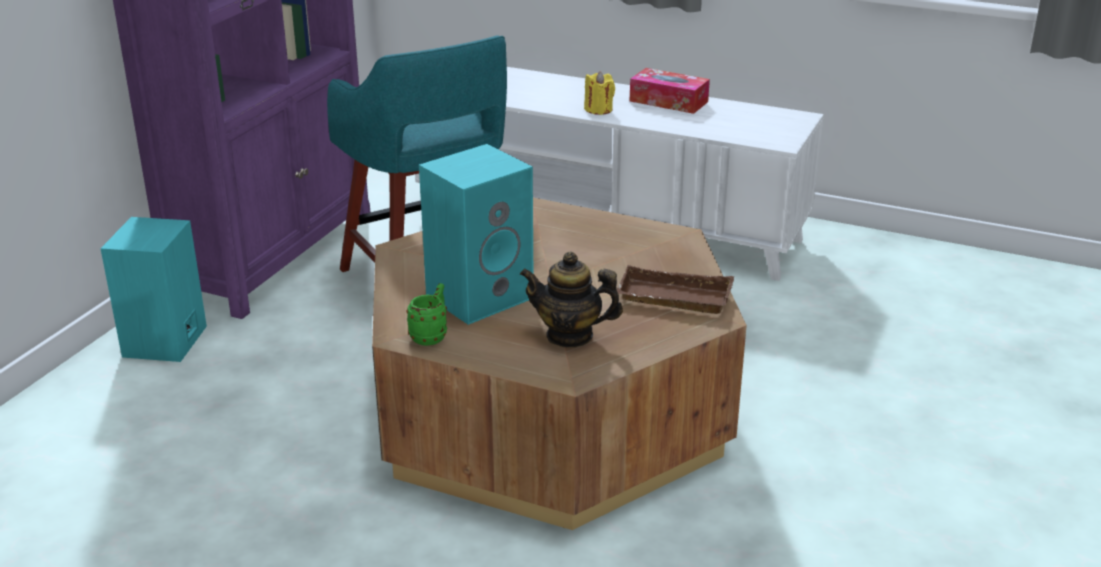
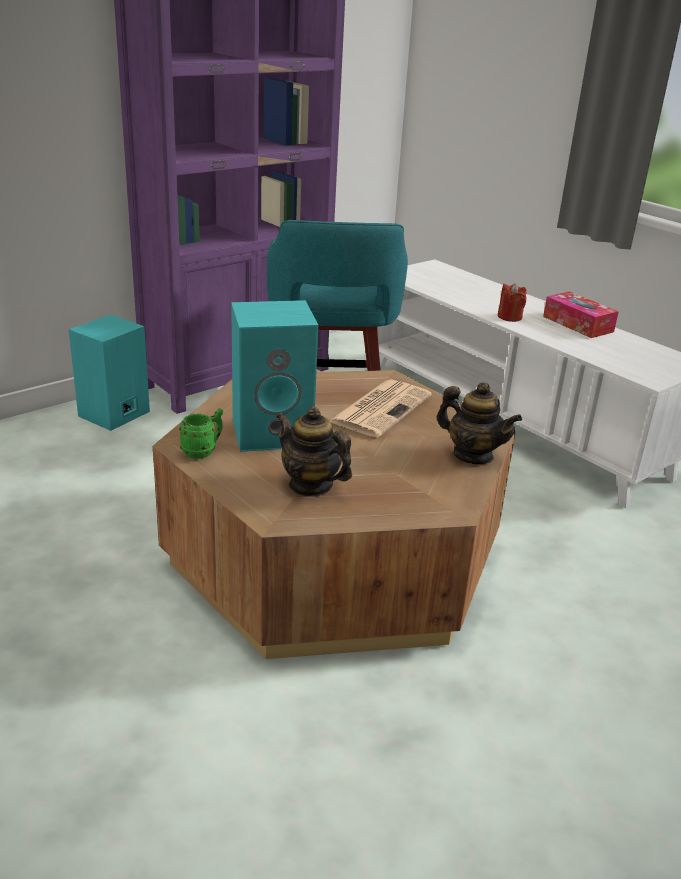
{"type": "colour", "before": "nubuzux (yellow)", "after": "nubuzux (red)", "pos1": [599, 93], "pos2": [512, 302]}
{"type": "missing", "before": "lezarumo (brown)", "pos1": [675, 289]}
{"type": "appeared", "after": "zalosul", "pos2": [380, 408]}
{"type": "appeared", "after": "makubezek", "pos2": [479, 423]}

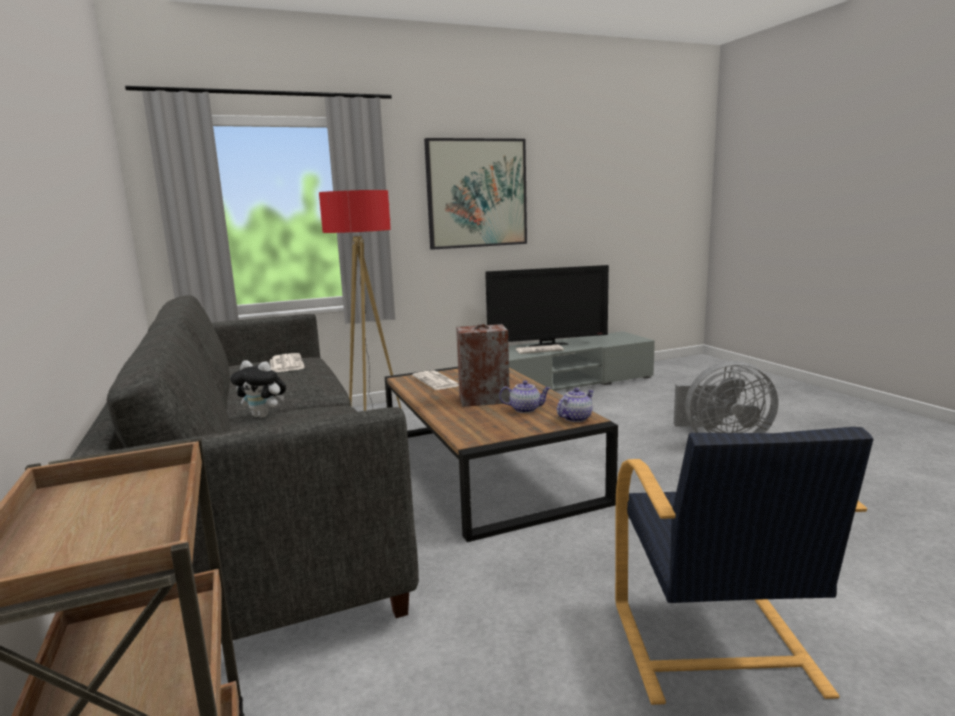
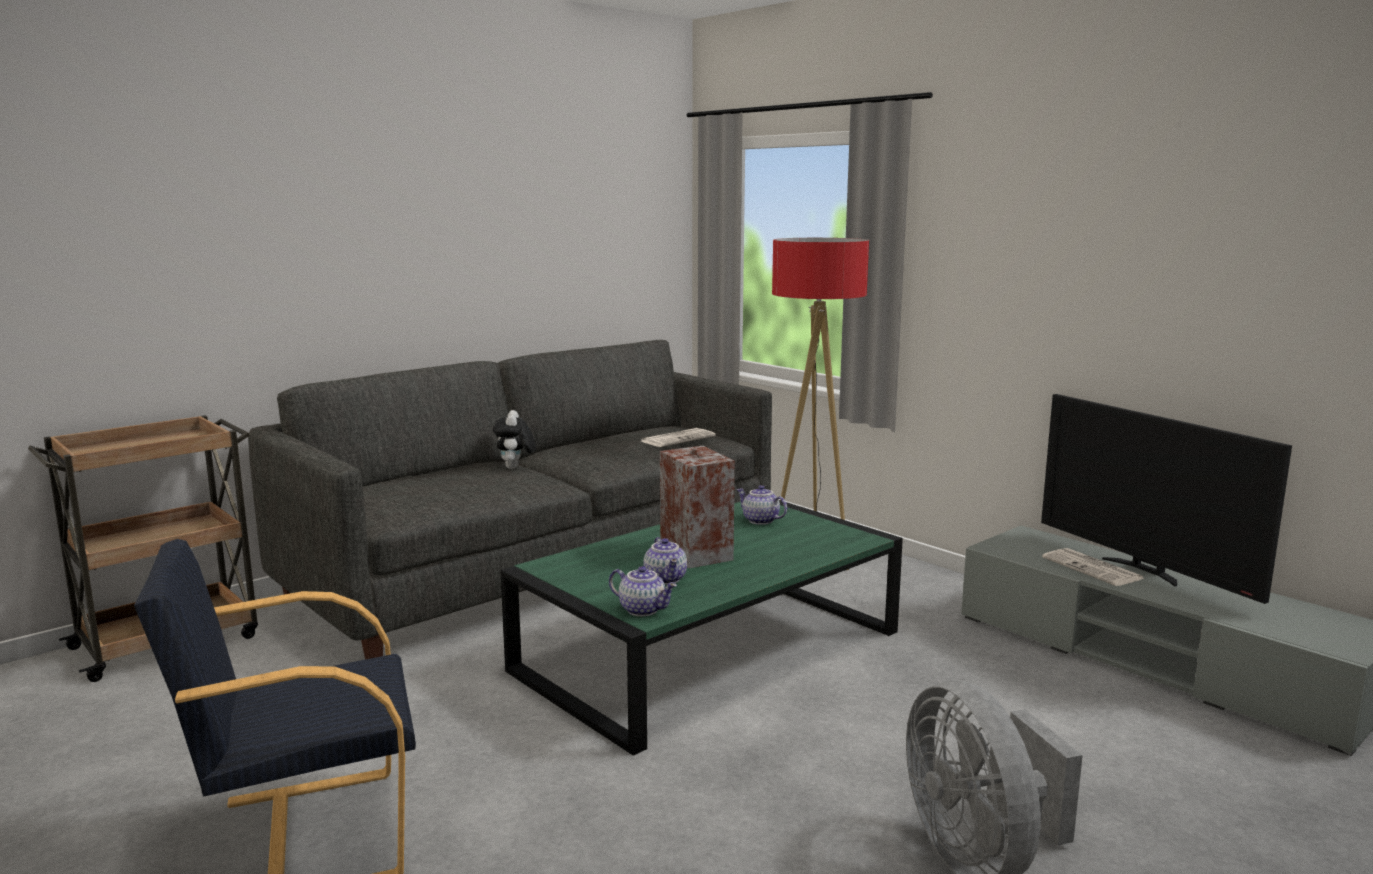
{"type": "missing", "before": "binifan", "pos1": [475, 194]}
{"type": "colour", "before": "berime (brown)", "after": "berime (green)", "pos1": [501, 454], "pos2": [701, 628]}
{"type": "exchanged", "before": "zalosul", "after": "makubezek", "pos1": [435, 380], "pos2": [761, 505]}

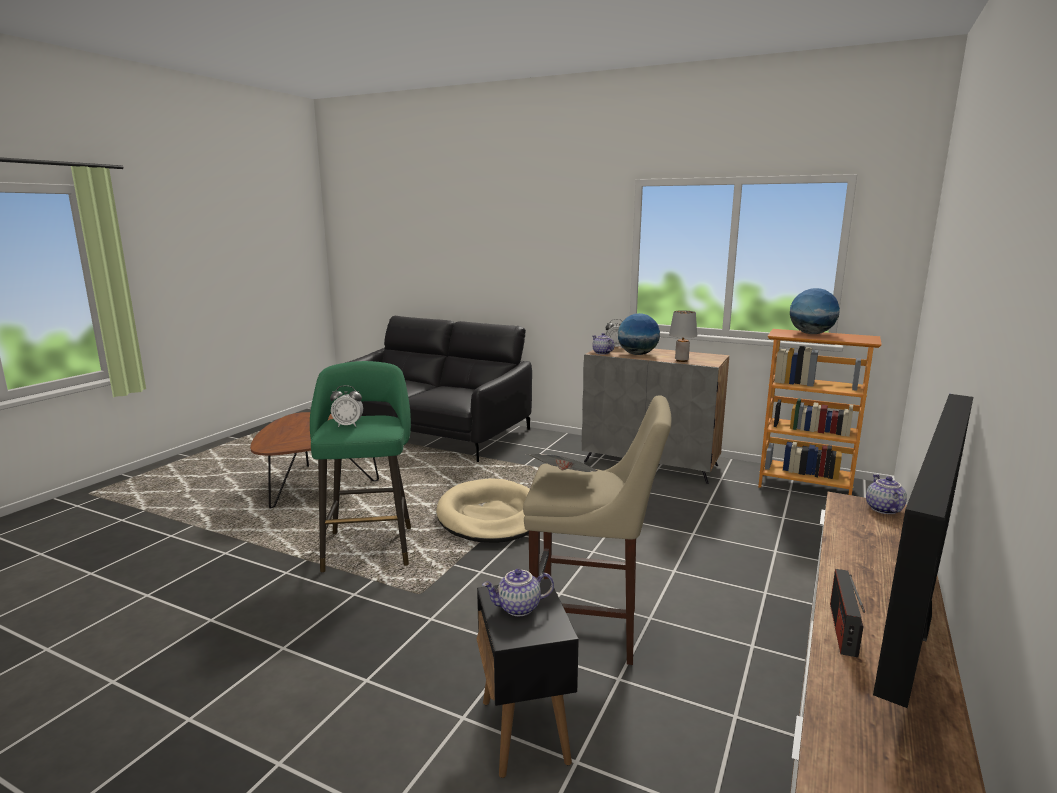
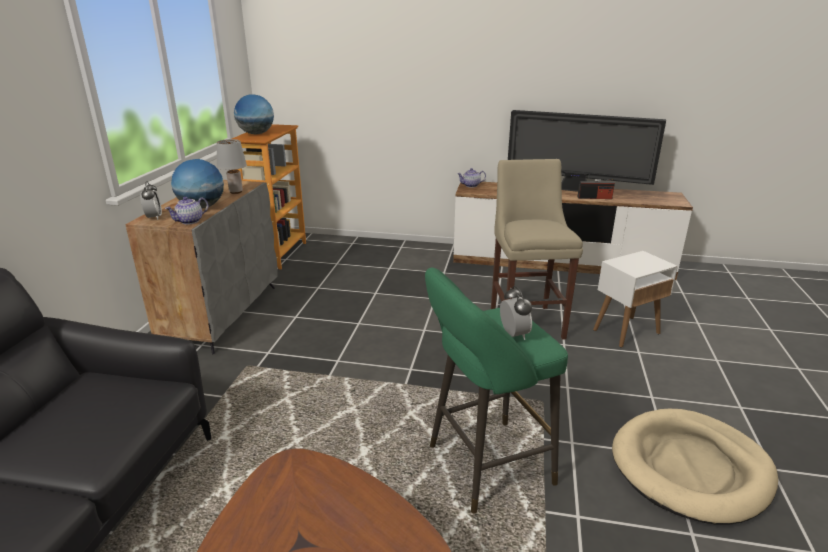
{"type": "missing", "before": "zalosul", "pos1": [561, 463]}
{"type": "relocated", "before": "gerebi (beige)", "pos1": [483, 510], "pos2": [695, 467]}
{"type": "missing", "before": "makubezek", "pos1": [518, 592]}
{"type": "colour", "before": "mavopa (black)", "after": "mavopa (white)", "pos1": [528, 678], "pos2": [635, 299]}

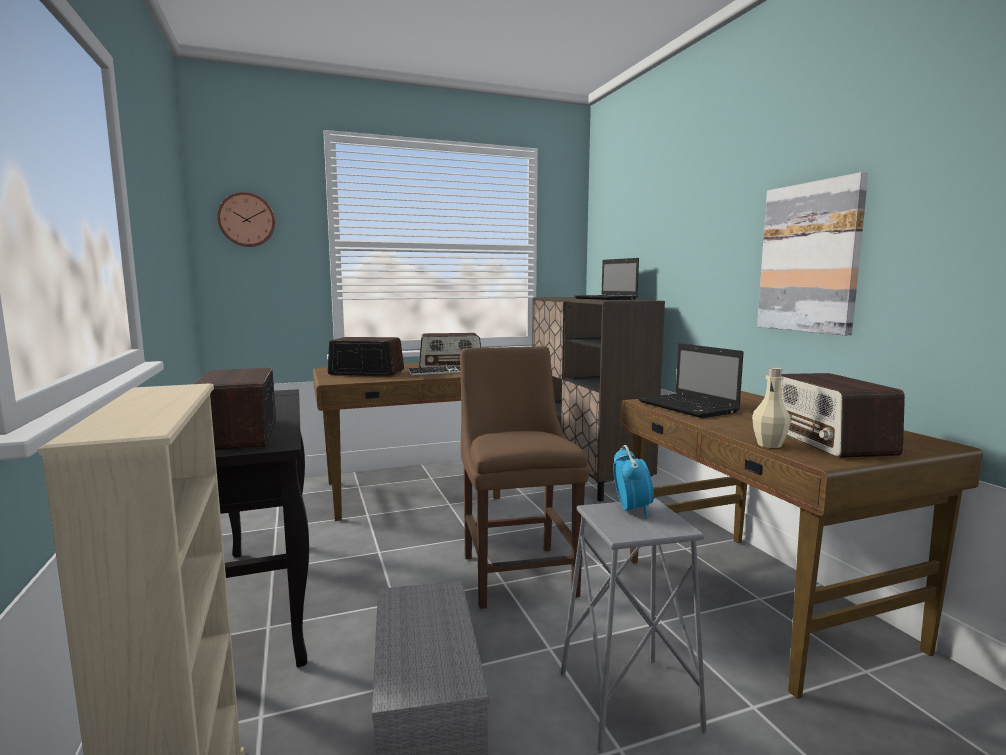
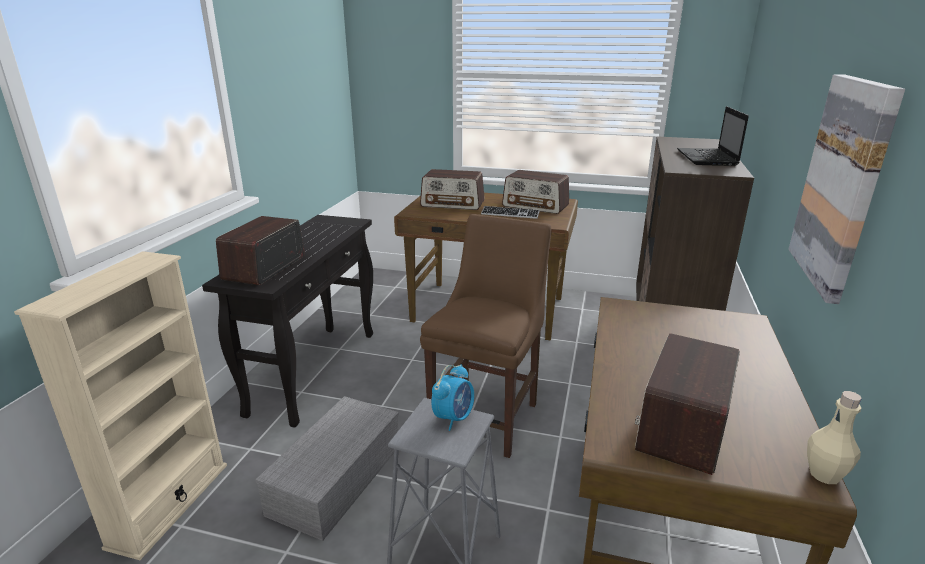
{"type": "missing", "before": "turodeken", "pos1": [246, 219]}
{"type": "spun", "before": "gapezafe", "pos1": [366, 356], "pos2": [452, 189], "turn": 150}
{"type": "missing", "before": "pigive", "pos1": [691, 380]}
{"type": "relocated", "before": "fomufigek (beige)", "pos1": [771, 407], "pos2": [834, 437]}

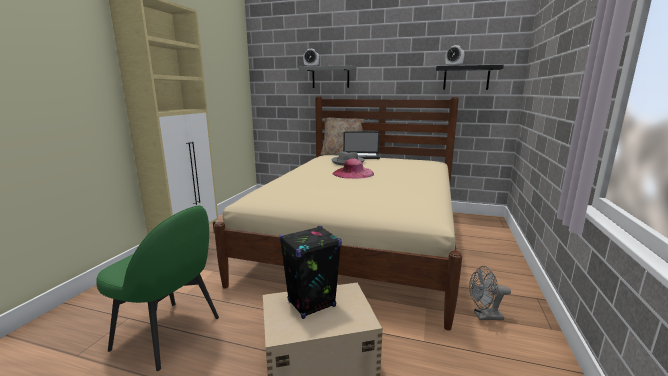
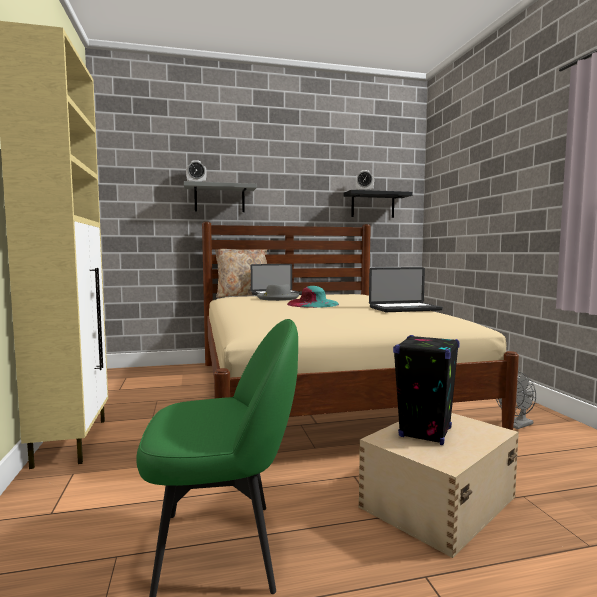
{"type": "colour", "before": "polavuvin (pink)", "after": "polavuvin (turquoise)", "pos1": [353, 168], "pos2": [313, 297]}
{"type": "appeared", "after": "pigive", "pos2": [406, 289]}

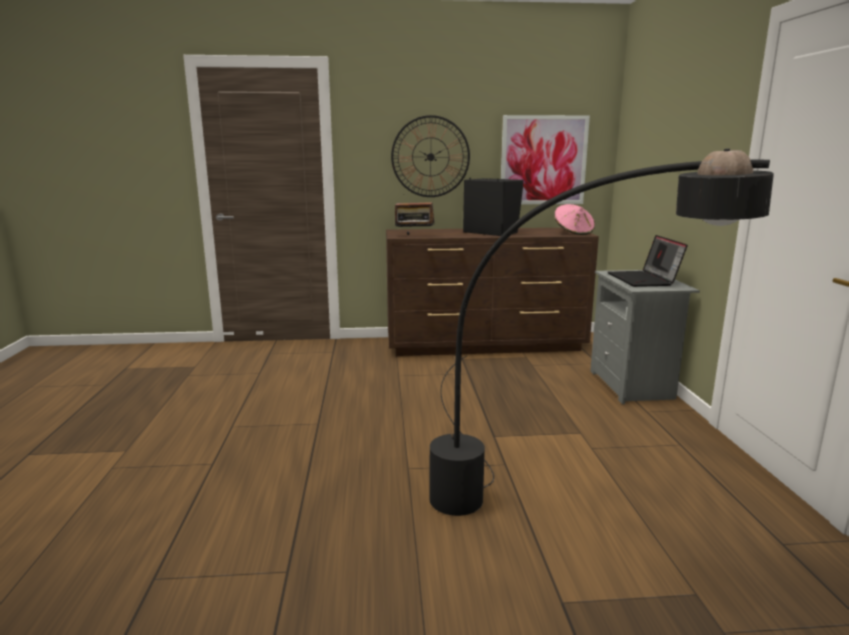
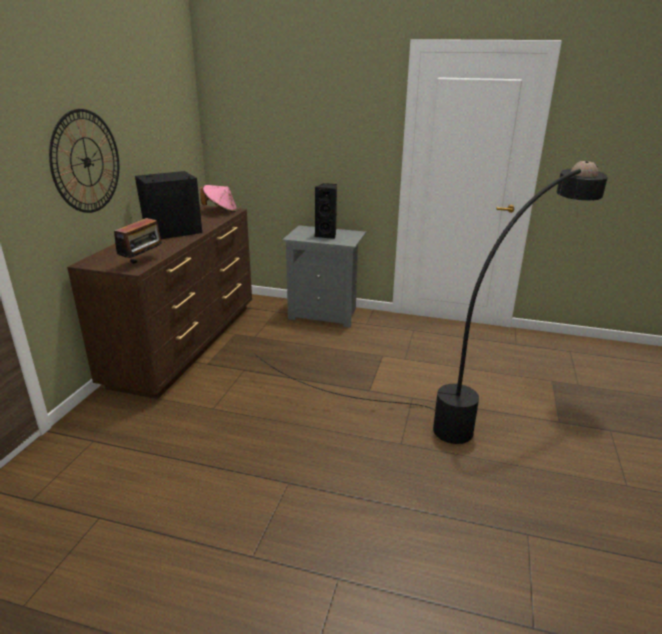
{"type": "missing", "before": "binifan", "pos1": [545, 159]}
{"type": "exchanged", "before": "pigive", "after": "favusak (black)", "pos1": [648, 261], "pos2": [326, 211]}

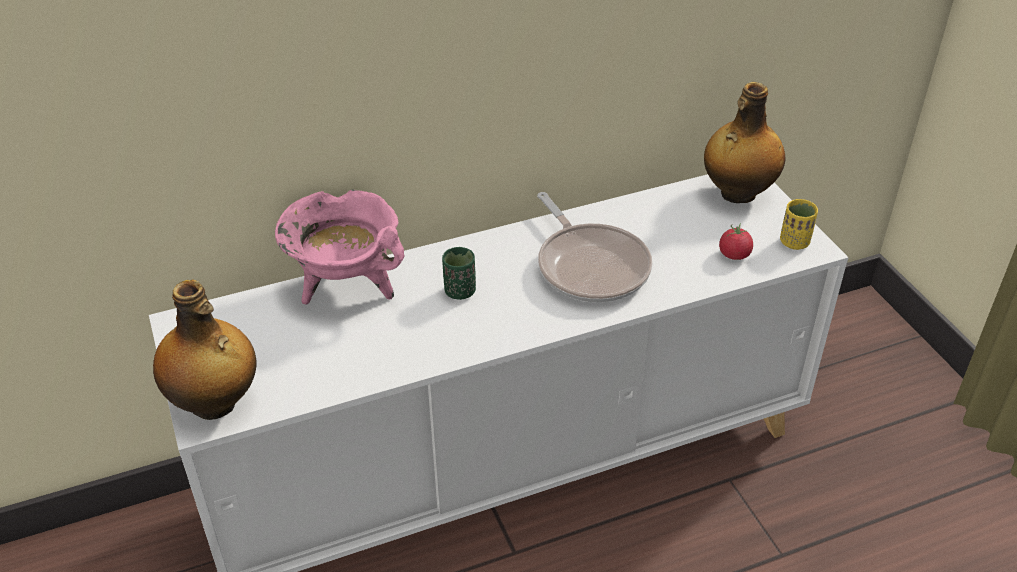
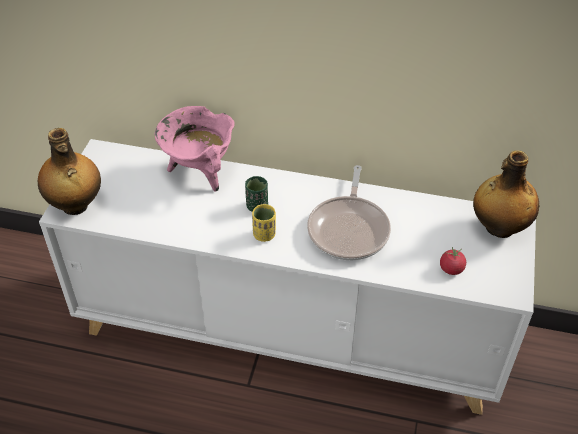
{"type": "relocated", "before": "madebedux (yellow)", "pos1": [799, 224], "pos2": [264, 223]}

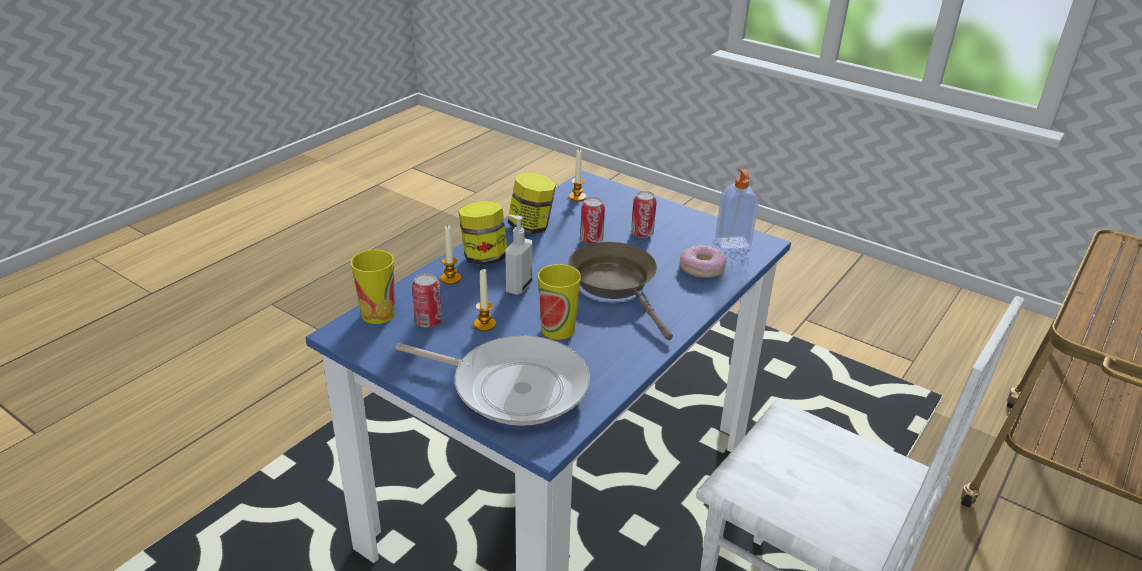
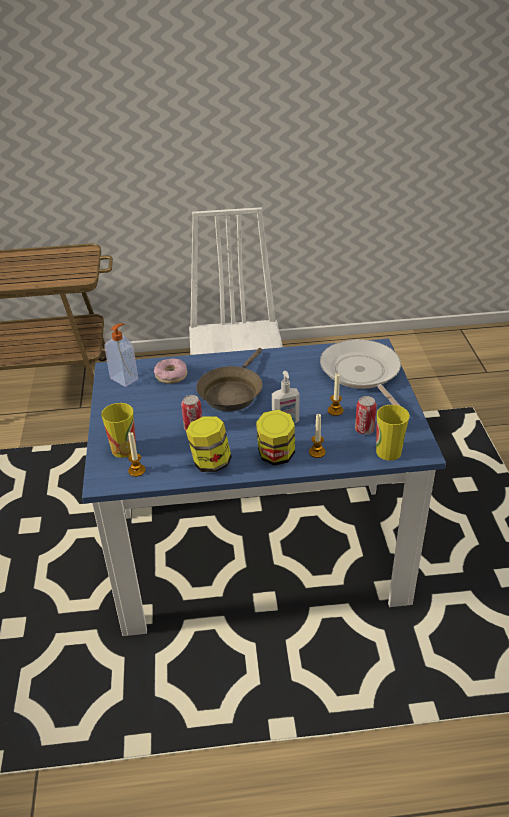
{"type": "missing", "before": "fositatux", "pos1": [644, 214]}
{"type": "relocated", "before": "madebedux", "pos1": [559, 302], "pos2": [118, 430]}

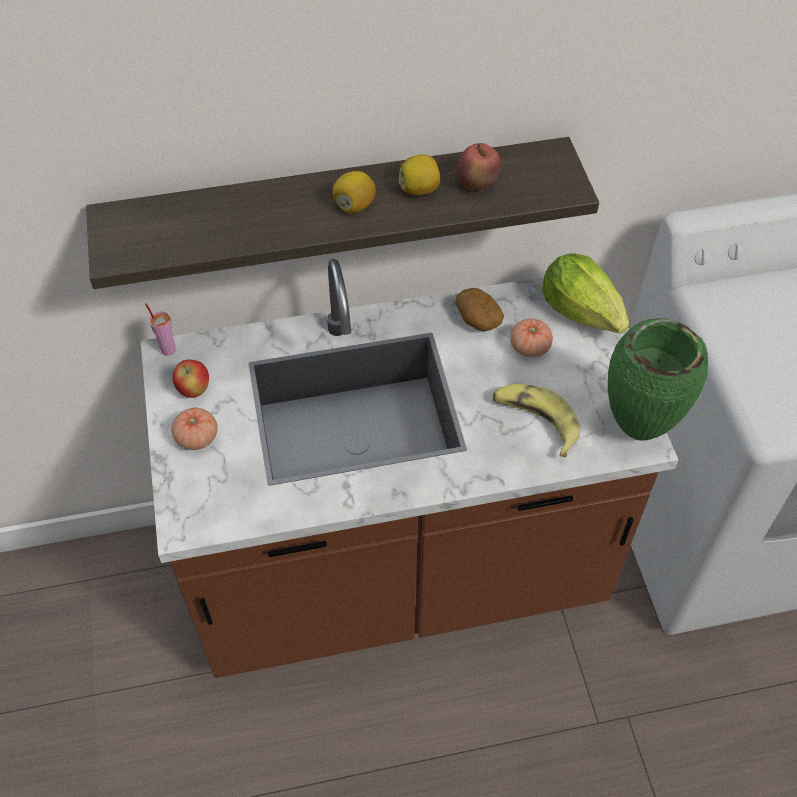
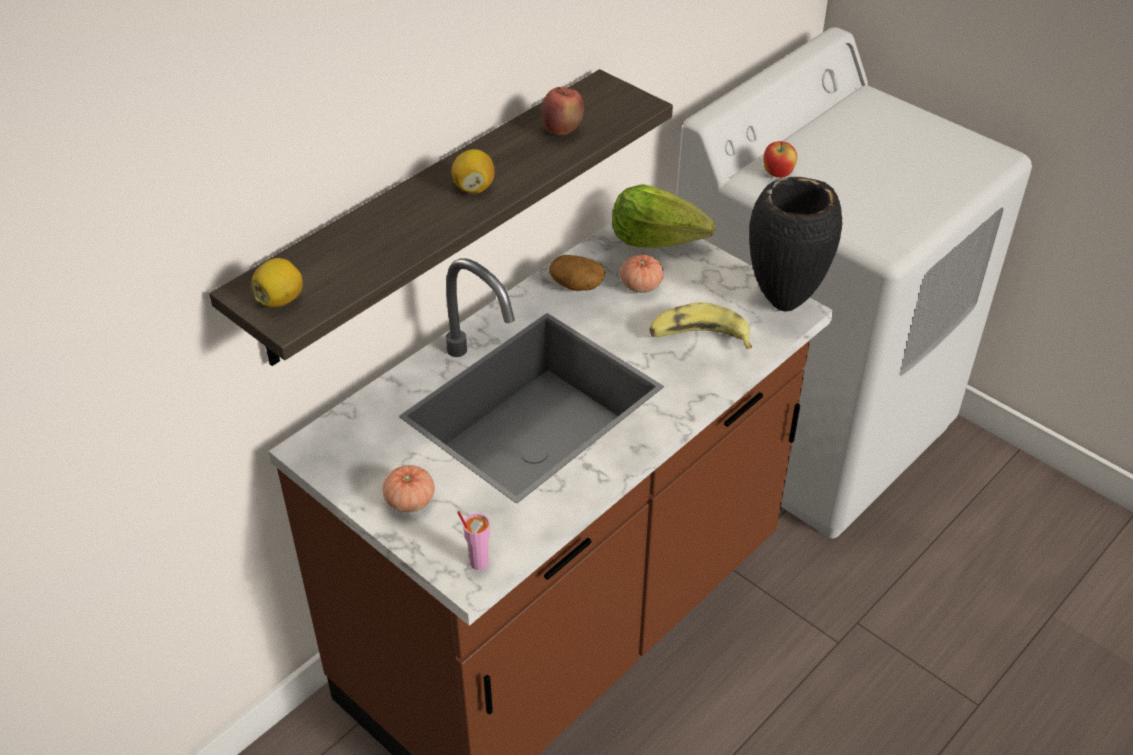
{"type": "relocated", "before": "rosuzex", "pos1": [419, 175], "pos2": [277, 282]}
{"type": "relocated", "before": "madebedux (pink)", "pos1": [160, 329], "pos2": [473, 540]}
{"type": "colour", "before": "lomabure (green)", "after": "lomabure (black)", "pos1": [658, 379], "pos2": [795, 244]}
{"type": "relocated", "before": "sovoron", "pos1": [190, 379], "pos2": [780, 159]}

